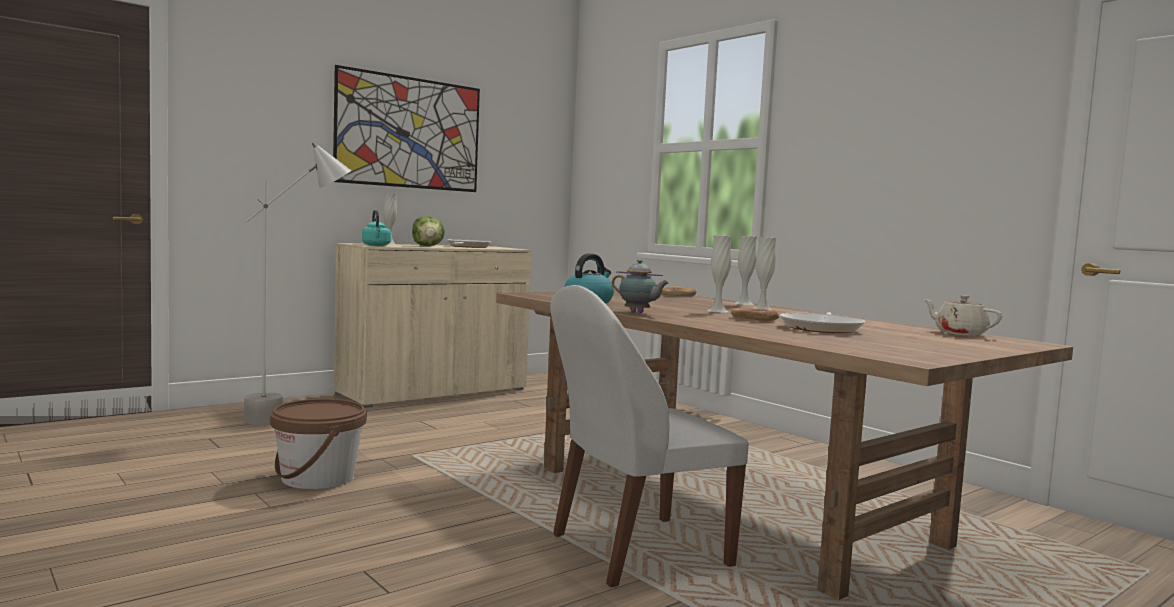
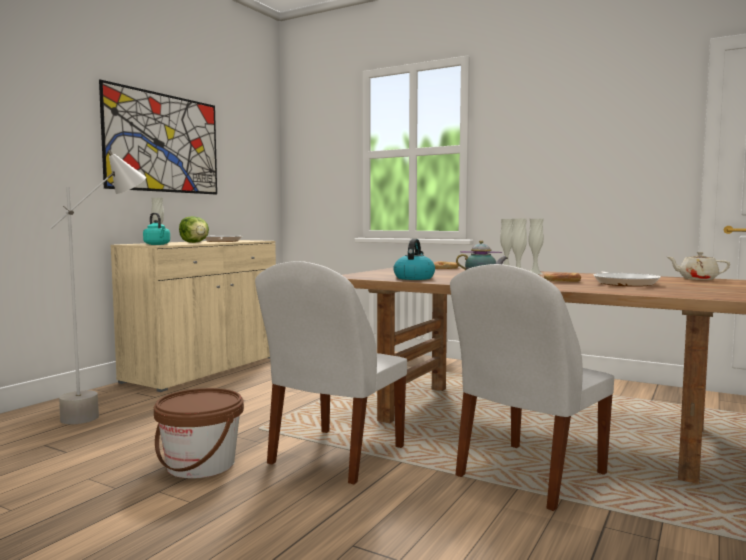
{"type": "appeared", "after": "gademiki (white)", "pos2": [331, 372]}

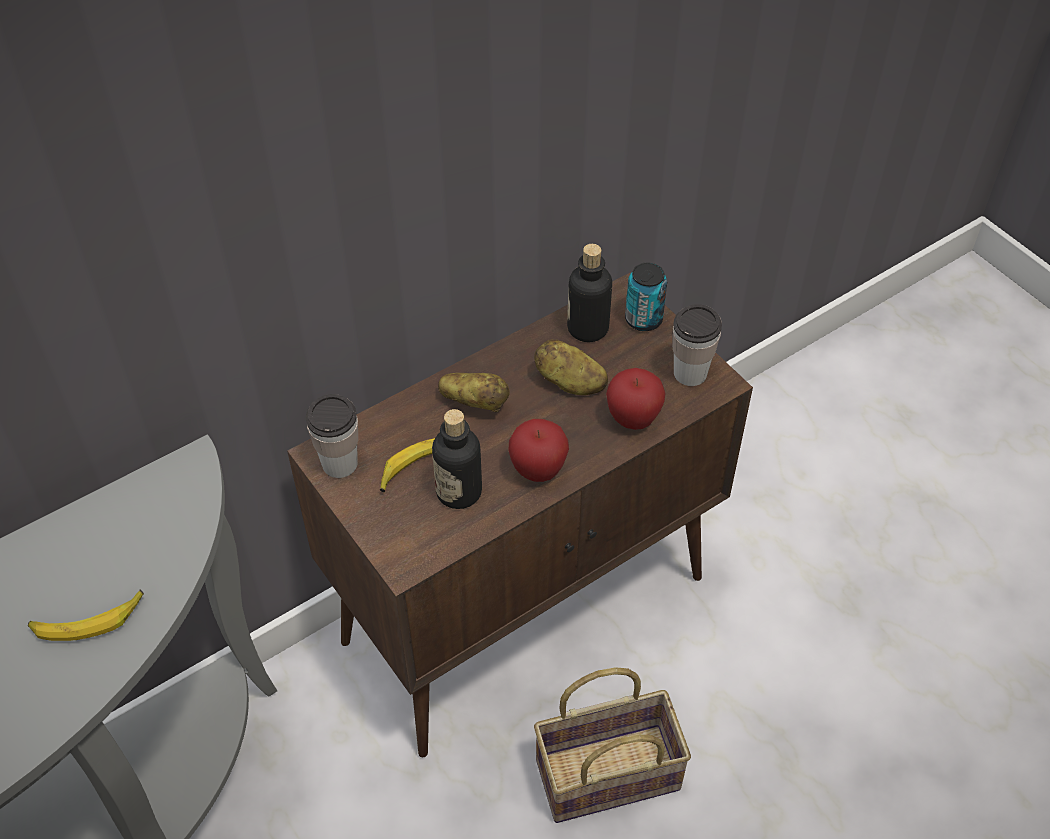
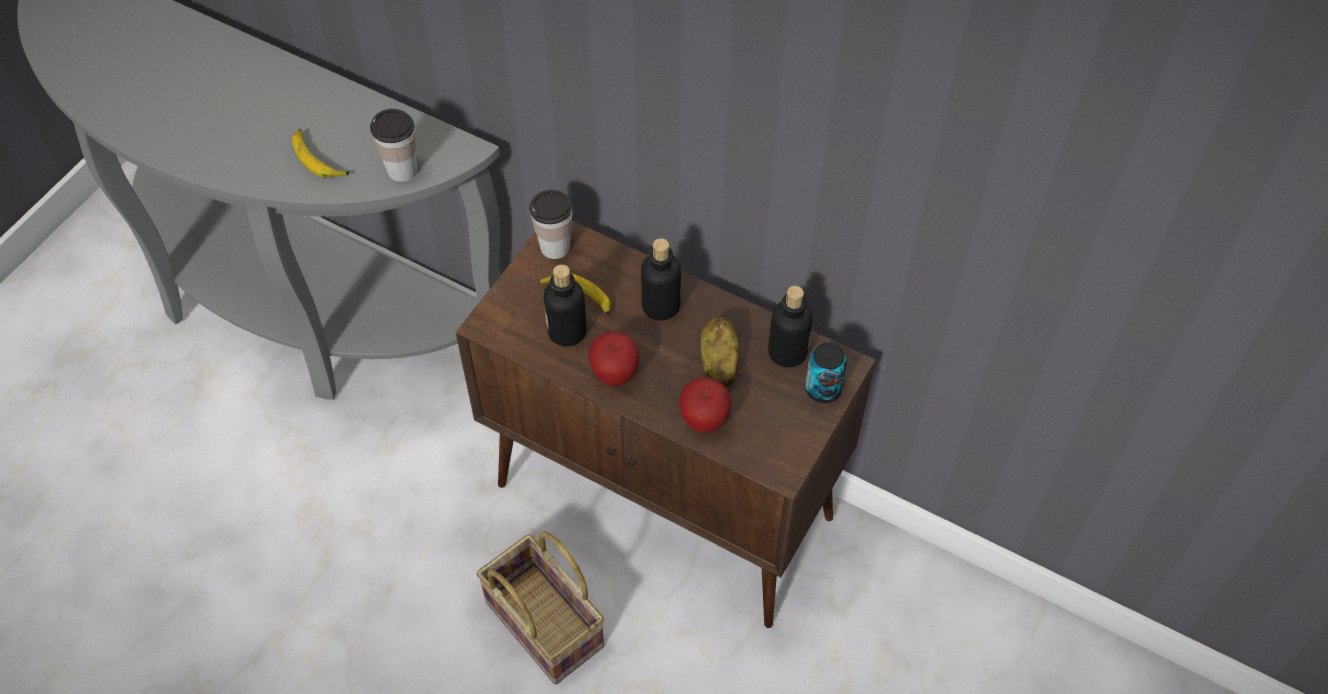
{"type": "relocated", "before": "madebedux", "pos1": [697, 345], "pos2": [393, 145]}
{"type": "exchanged", "before": "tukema", "after": "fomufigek", "pos1": [474, 392], "pos2": [661, 279]}

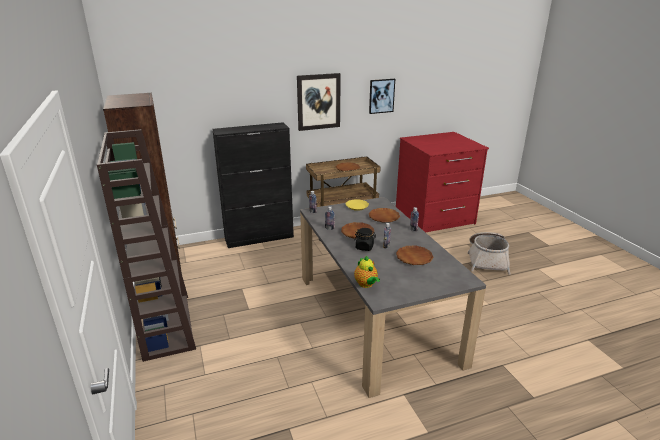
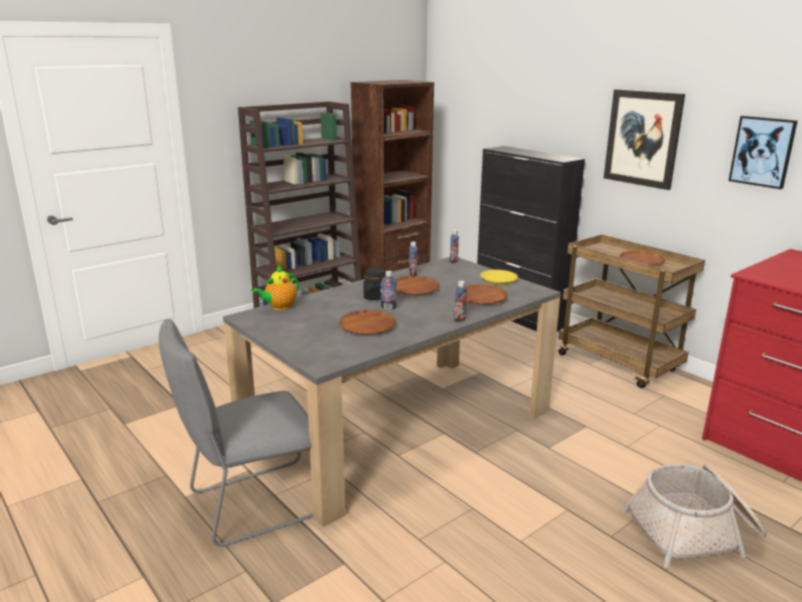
{"type": "appeared", "after": "gademiki (grey)", "pos2": [236, 432]}

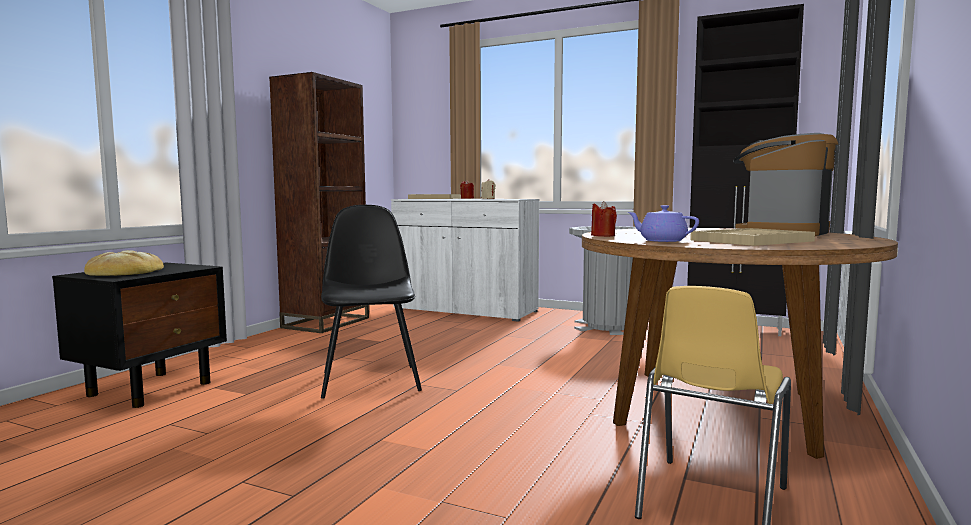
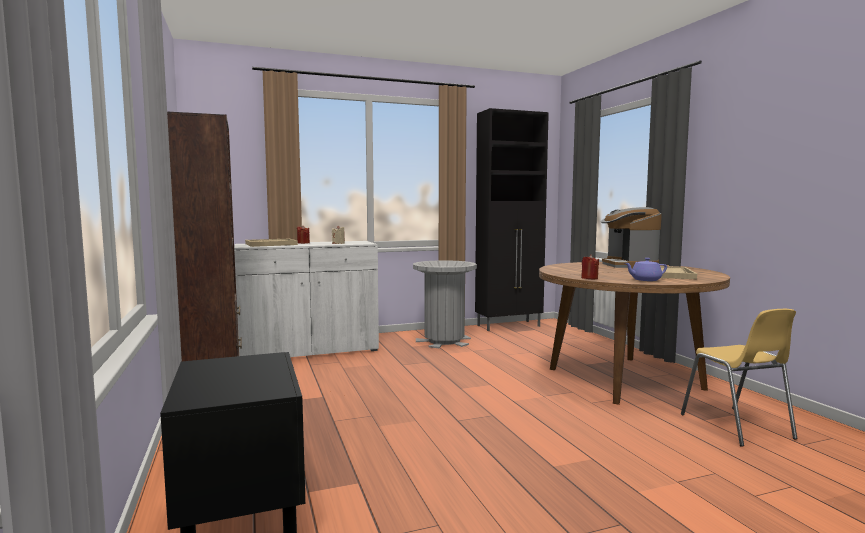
{"type": "missing", "before": "gademiki (black)", "pos1": [371, 302]}
{"type": "missing", "before": "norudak", "pos1": [124, 263]}

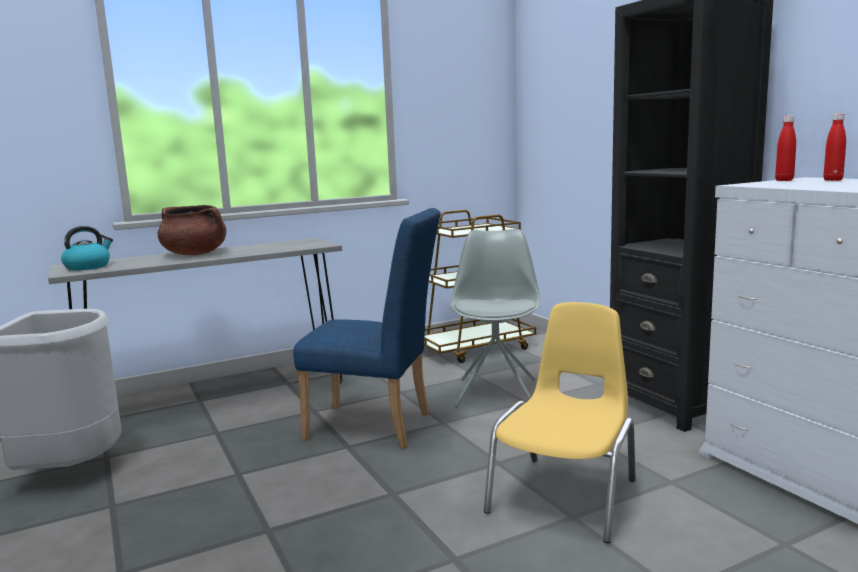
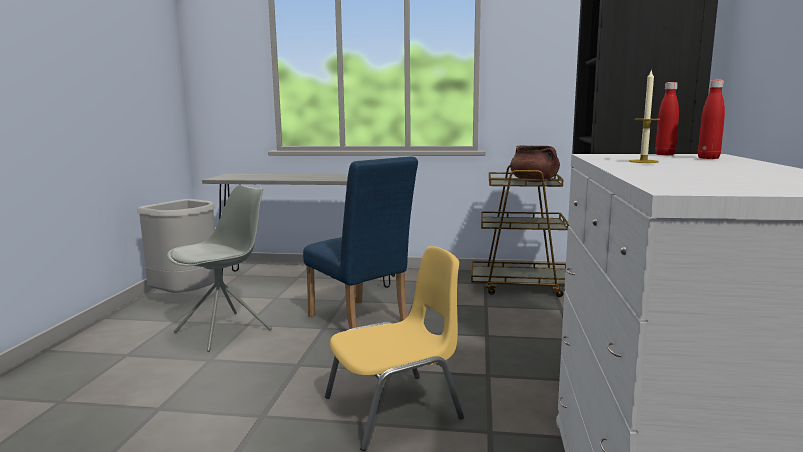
{"type": "relocated", "before": "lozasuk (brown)", "pos1": [191, 230], "pos2": [535, 163]}
{"type": "missing", "before": "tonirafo", "pos1": [87, 248]}
{"type": "relocated", "before": "gademiki (grey)", "pos1": [495, 318], "pos2": [219, 268]}
{"type": "appeared", "after": "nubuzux", "pos2": [644, 116]}

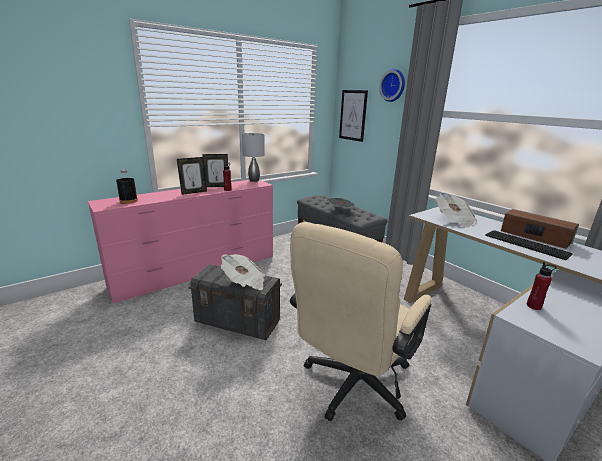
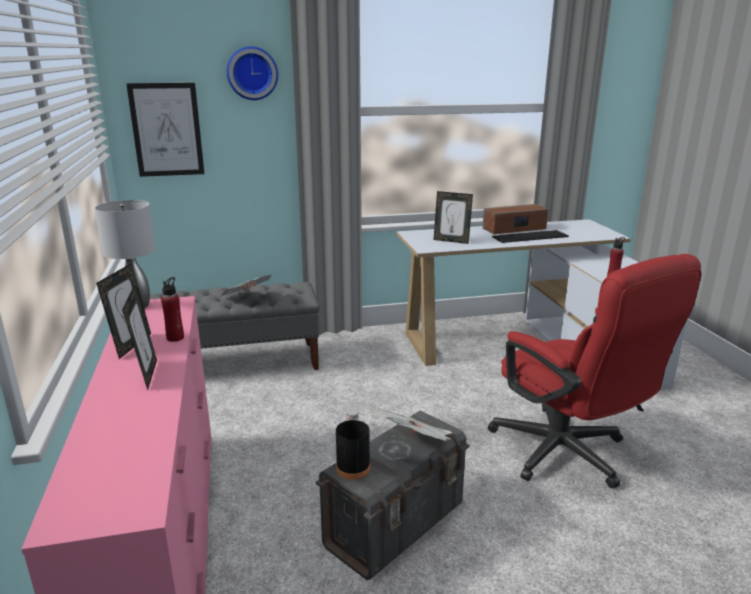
{"type": "relocated", "before": "fomufigek (black)", "pos1": [127, 187], "pos2": [353, 444]}
{"type": "exchanged", "before": "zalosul", "after": "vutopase", "pos1": [457, 210], "pos2": [453, 217]}
{"type": "colour", "before": "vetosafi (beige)", "after": "vetosafi (red)", "pos1": [361, 322], "pos2": [595, 371]}

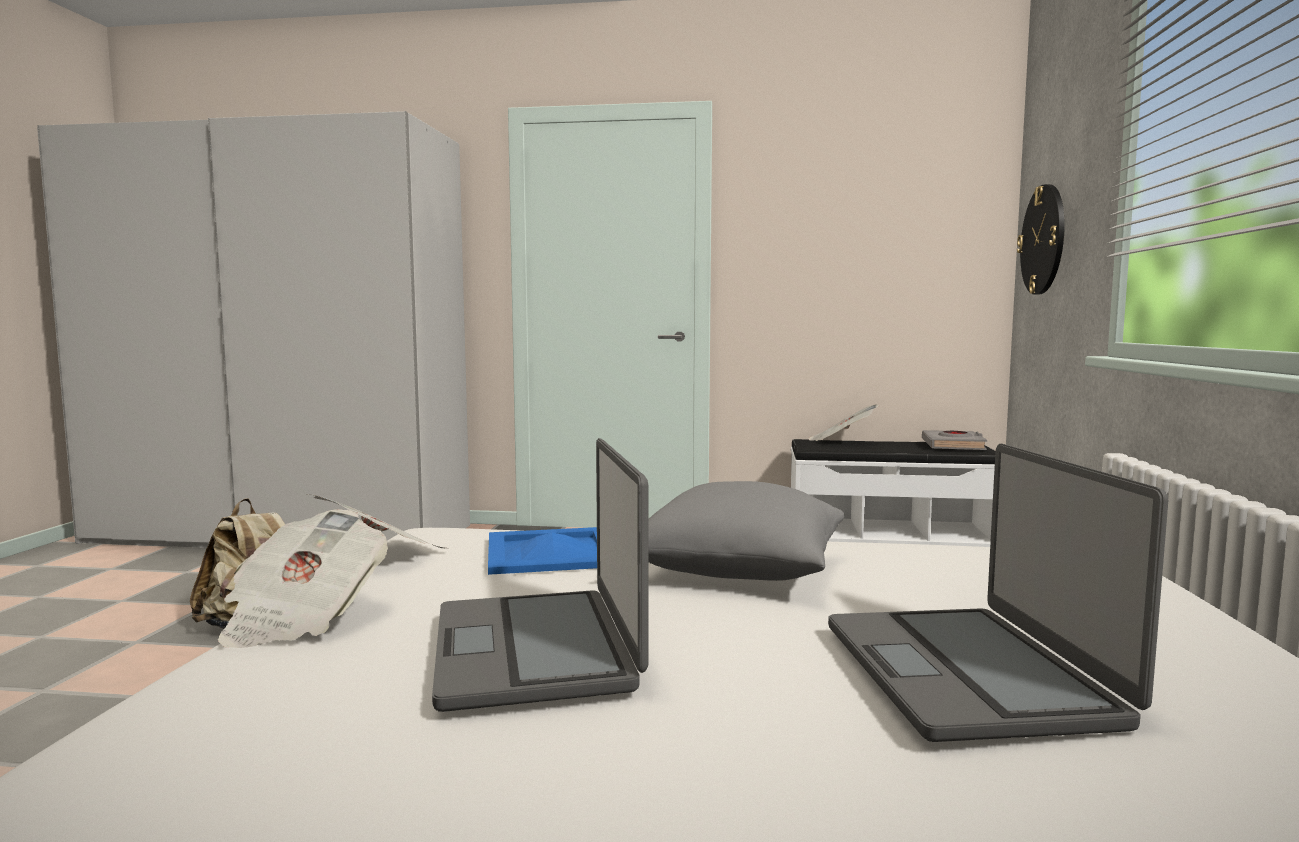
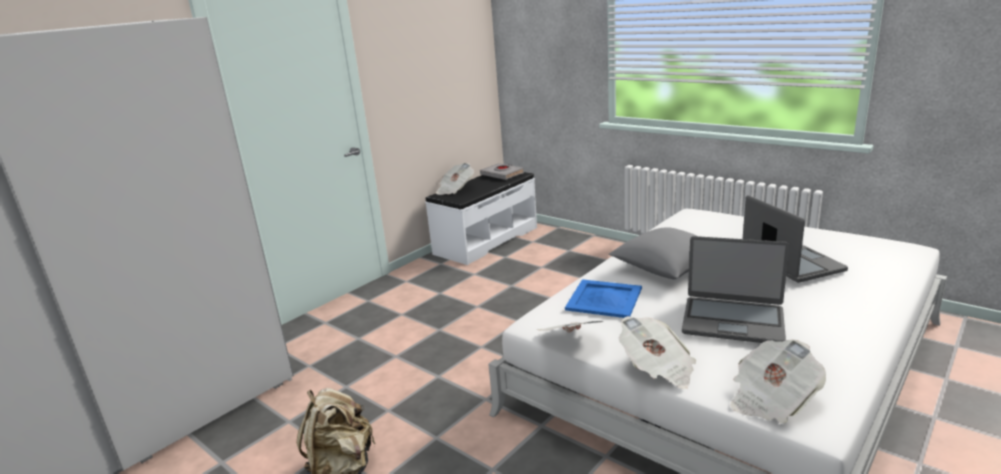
{"type": "missing", "before": "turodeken", "pos1": [1041, 239]}
{"type": "spun", "before": "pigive", "pos1": [998, 593], "pos2": [795, 239], "turn": -135}
{"type": "appeared", "after": "zalosul", "pos2": [778, 381]}

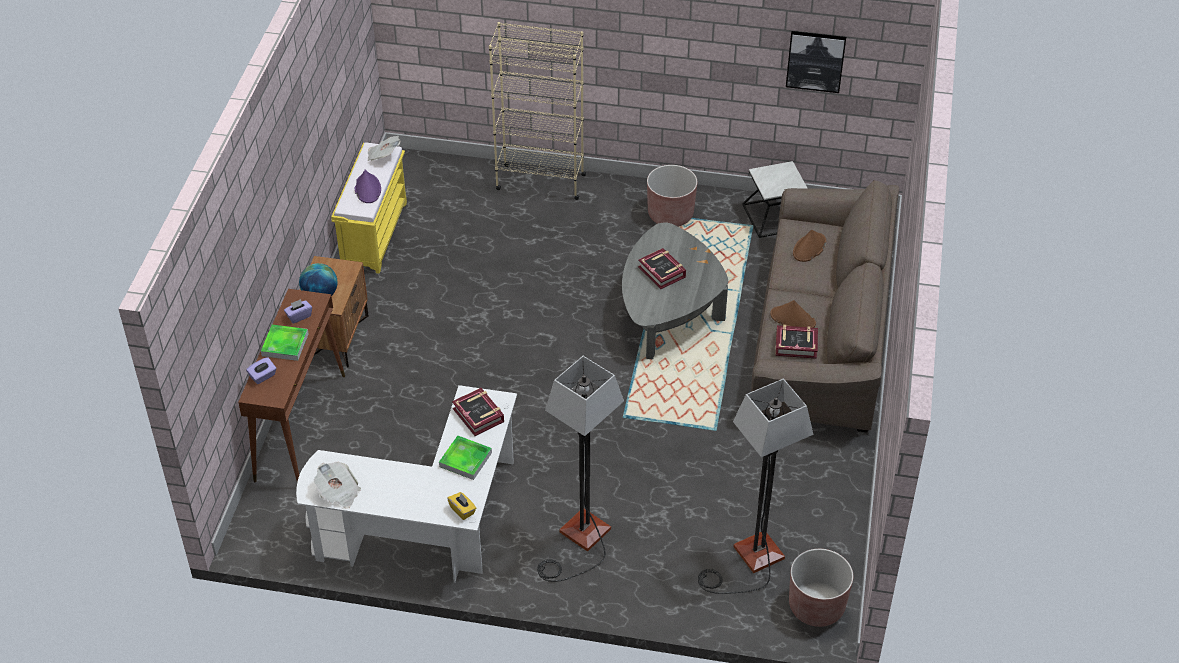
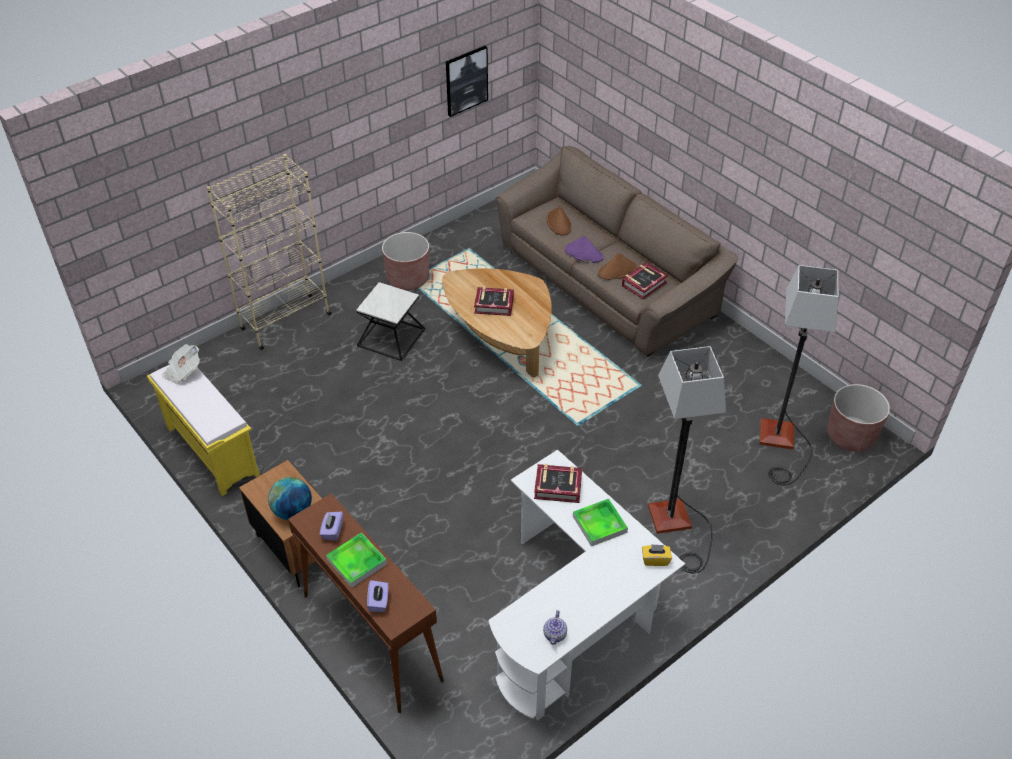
{"type": "relocated", "before": "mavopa", "pos1": [775, 199], "pos2": [390, 321]}
{"type": "relocated", "before": "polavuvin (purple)", "pos1": [368, 186], "pos2": [584, 249]}
{"type": "colour", "before": "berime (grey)", "after": "berime (brown)", "pos1": [675, 291], "pos2": [497, 323]}
{"type": "exchanged", "before": "zalosul", "after": "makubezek", "pos1": [337, 485], "pos2": [555, 627]}

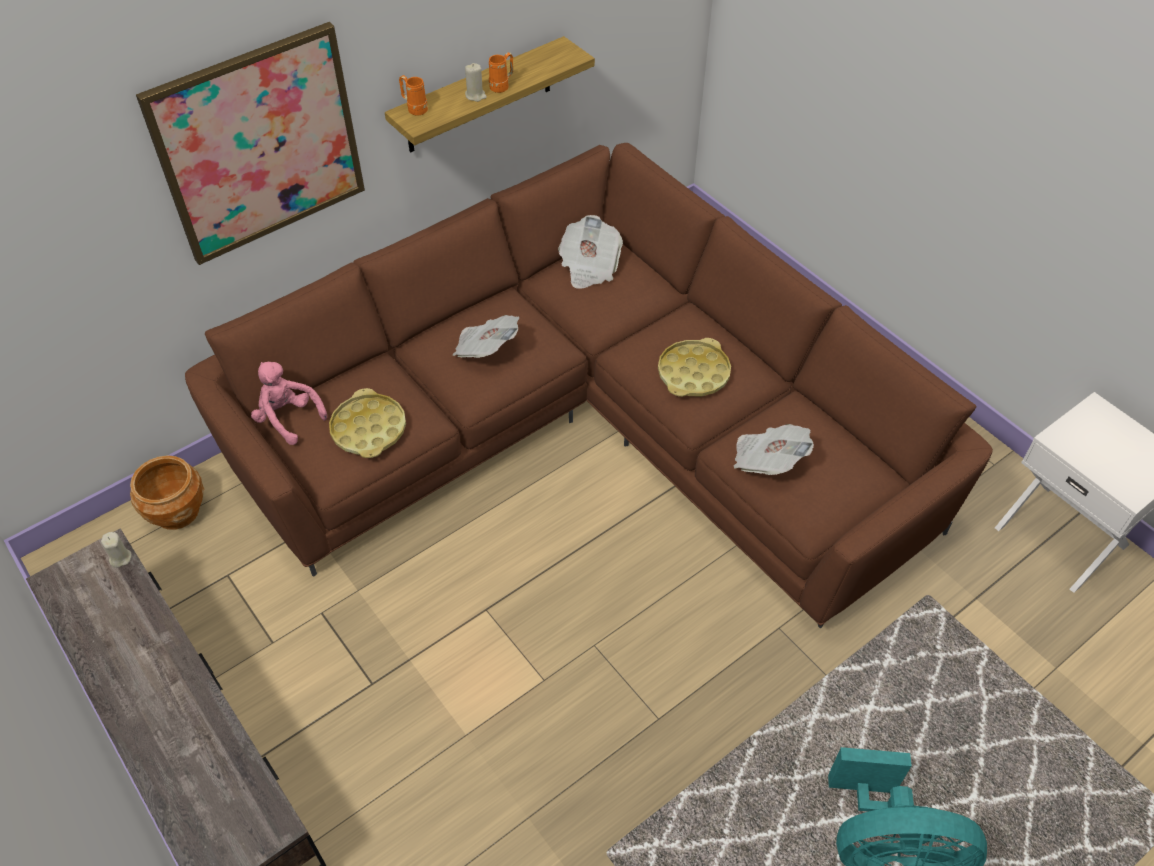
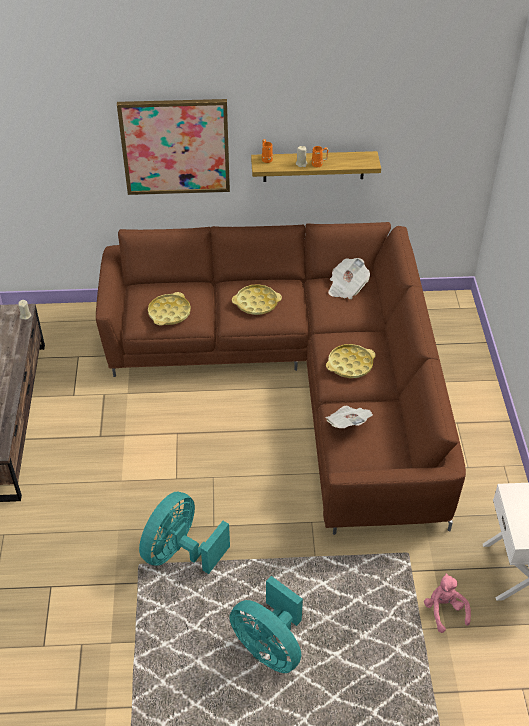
{"type": "exchanged", "before": "zalosul", "after": "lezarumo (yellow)", "pos1": [485, 336], "pos2": [257, 299]}
{"type": "relocated", "before": "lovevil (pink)", "pos1": [289, 403], "pos2": [447, 603]}
{"type": "missing", "before": "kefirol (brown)", "pos1": [167, 492]}
{"type": "appeared", "after": "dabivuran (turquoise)", "pos2": [184, 532]}

